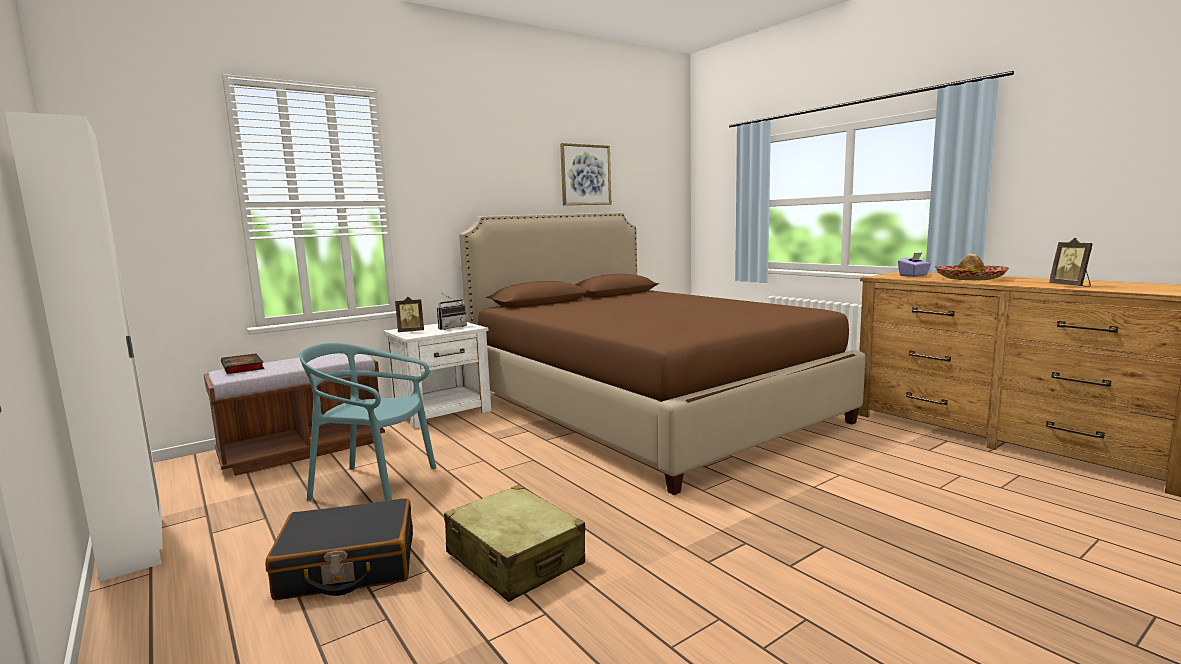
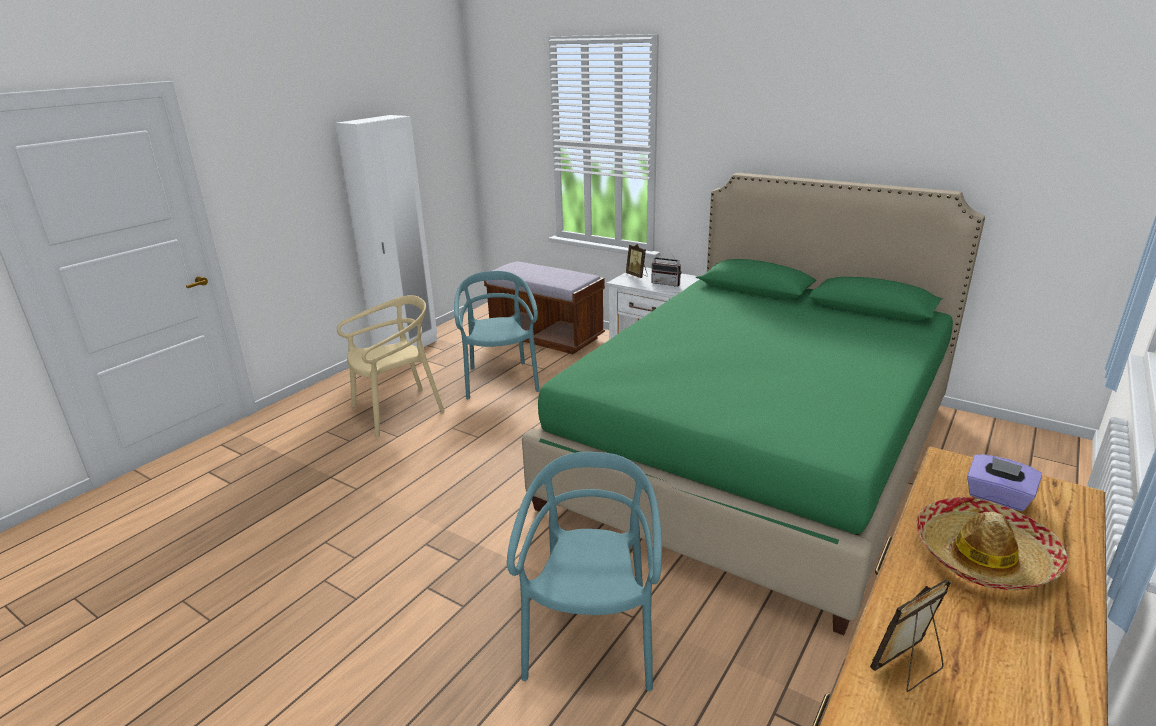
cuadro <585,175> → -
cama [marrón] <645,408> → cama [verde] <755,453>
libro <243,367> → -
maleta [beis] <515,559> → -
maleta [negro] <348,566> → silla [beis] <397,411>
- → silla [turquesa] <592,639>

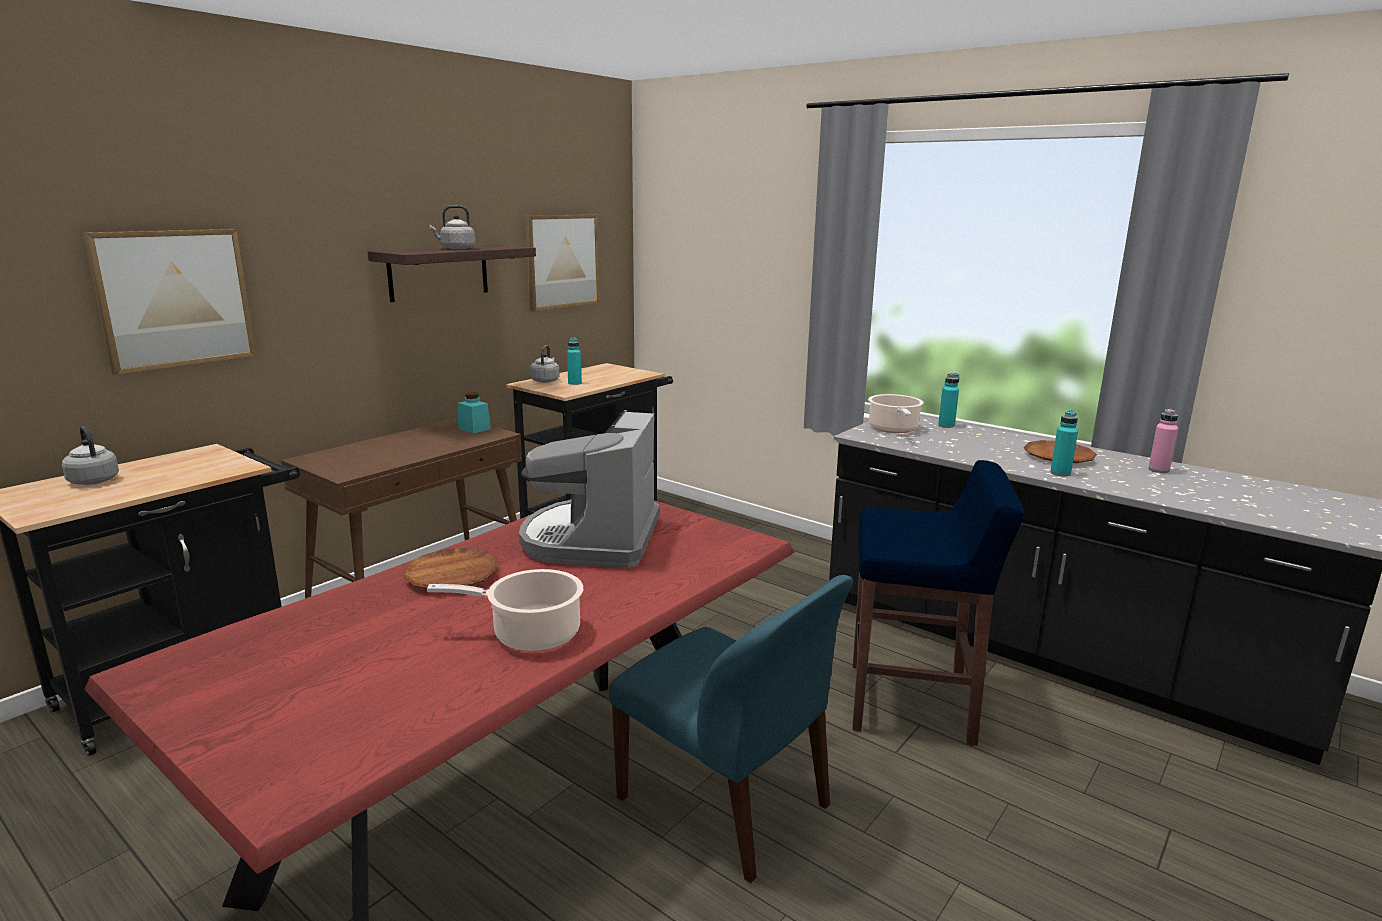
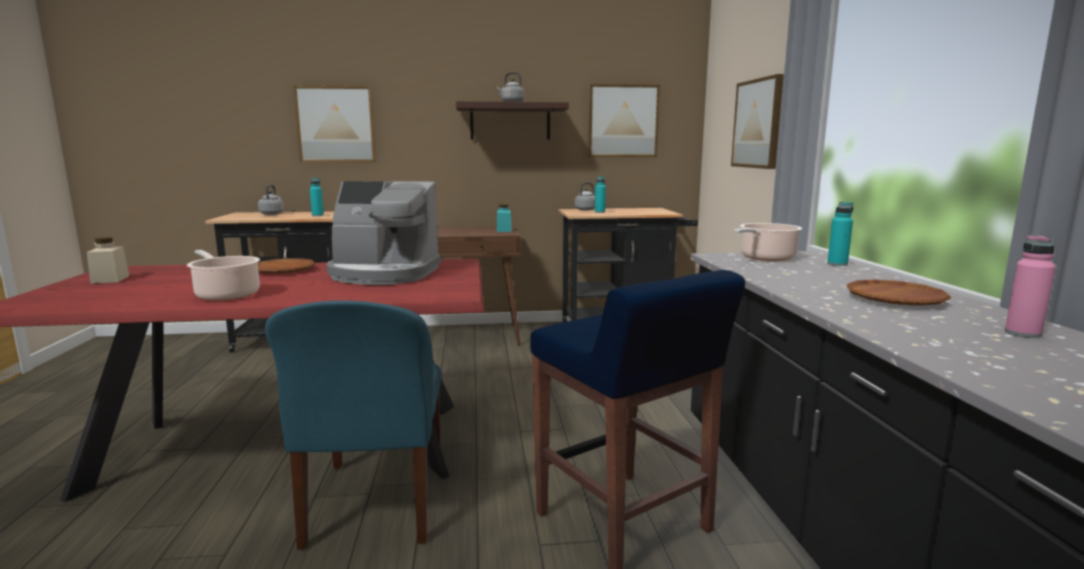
cafetera <592,540> → cafetera <384,274>, 135 degrees counterclockwise
botella [turquesa] <1060,473> → botella [turquesa] <317,215>, relocated
- → cuadro <758,124>
- → tarro [beis] <110,279>

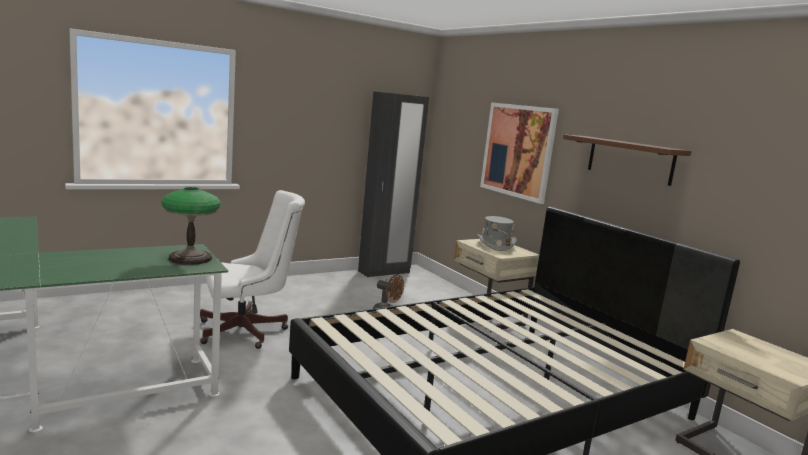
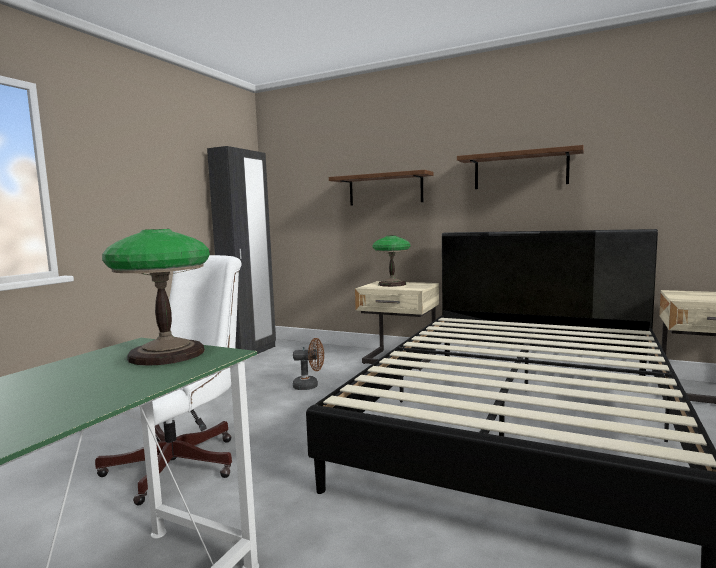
cuadro <518,151> → estante [marrón] <385,189>
sombrero [gris] <495,245> → lámpara de mesa <391,284>

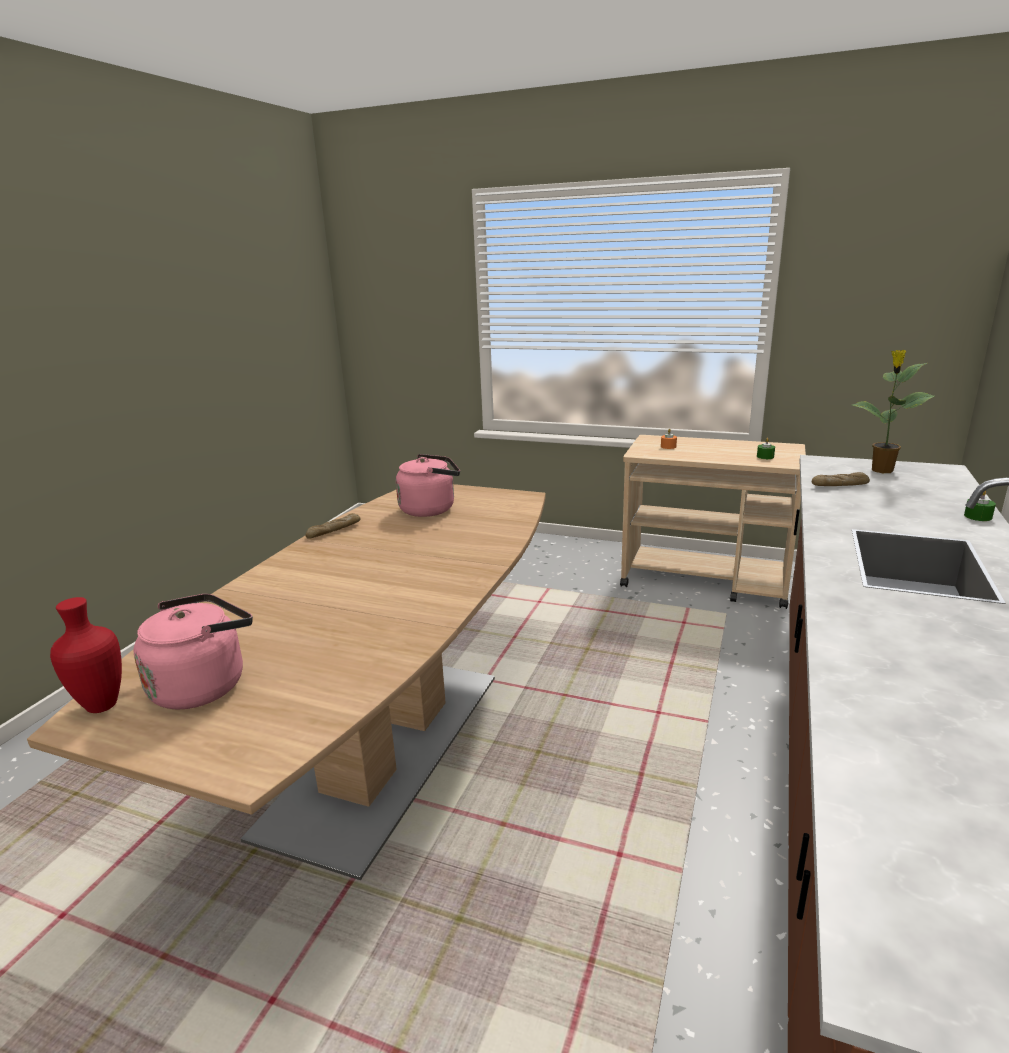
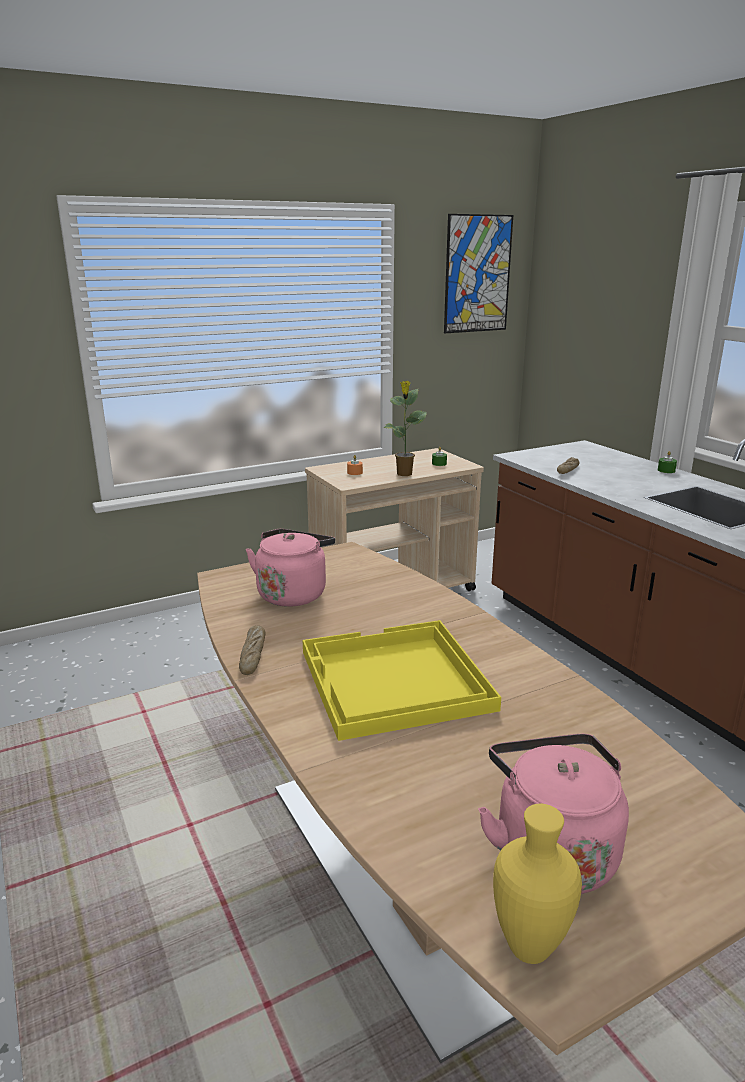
planta en maceta <881,470> → planta en maceta <404,474>, relocated
florero [rojo] <104,705> → florero [amarillo] <530,946>
- → cuadro <477,274>
- → bandeja [amarillo] <393,681>

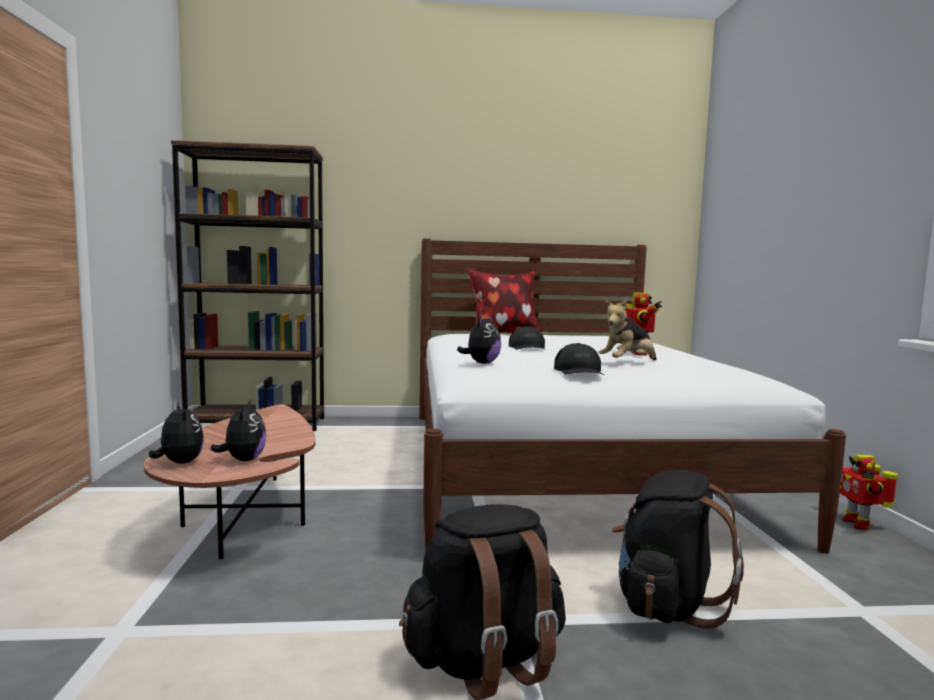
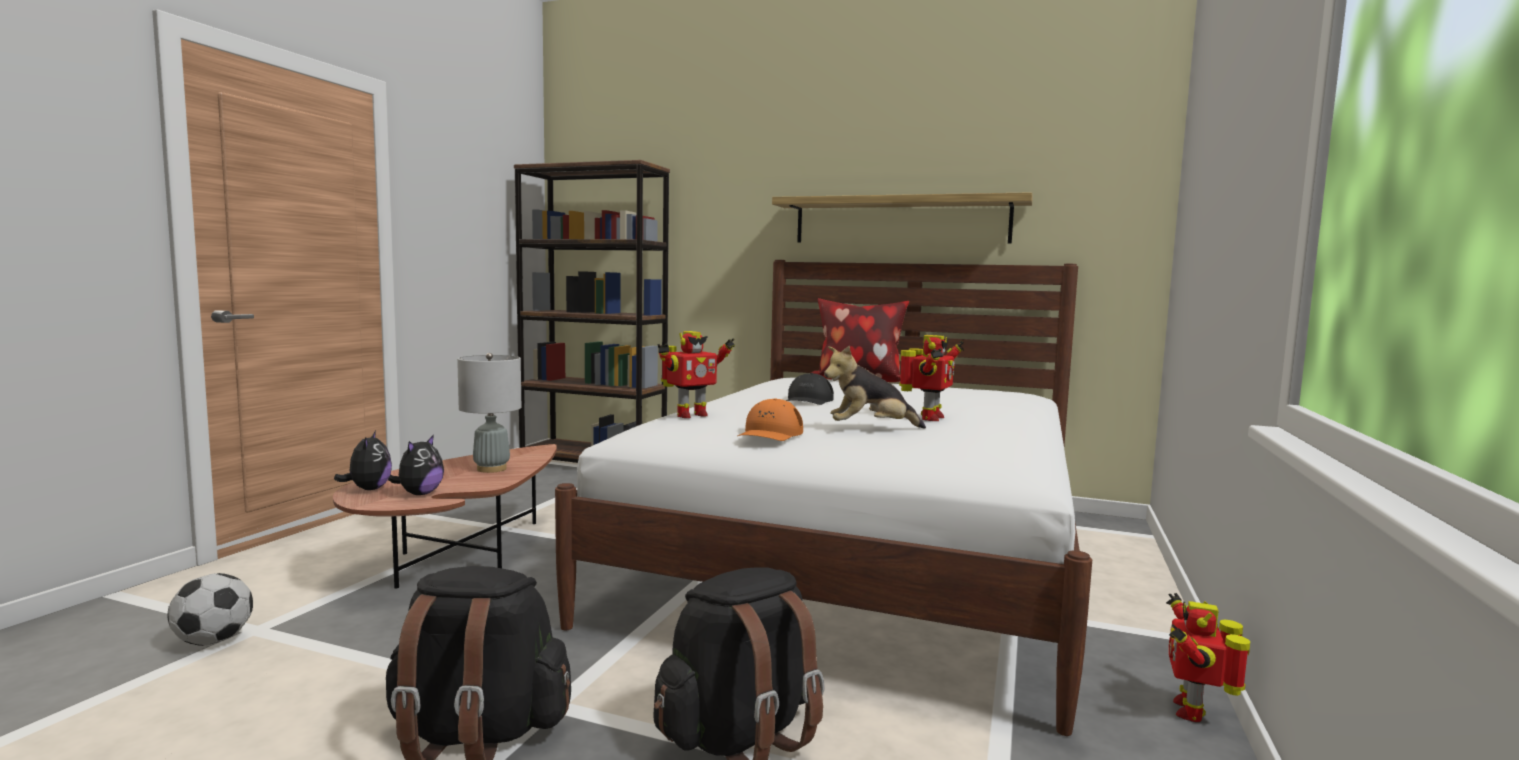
peluche <481,363> → robot de juguete <690,415>
gorra [negro] <579,371> → gorra [naranja] <770,434>
- → estante <900,221>
- → lámpara de mesa [gris] <491,469>
- → balón de fútbol <213,641>

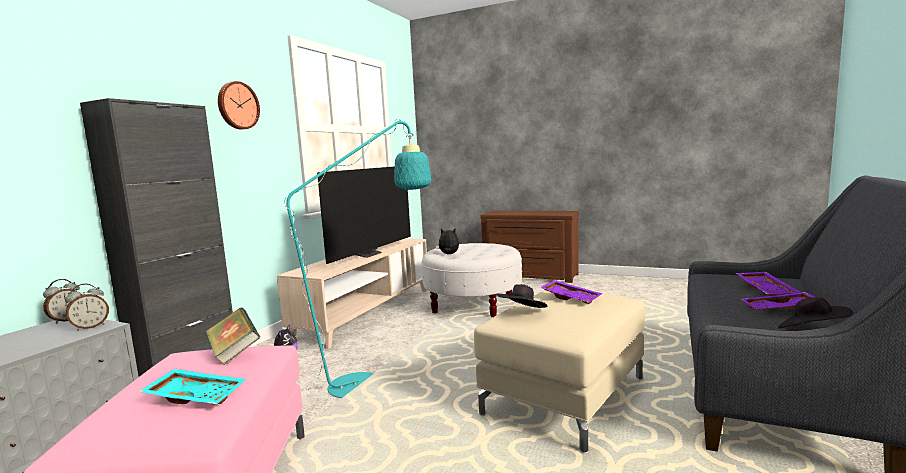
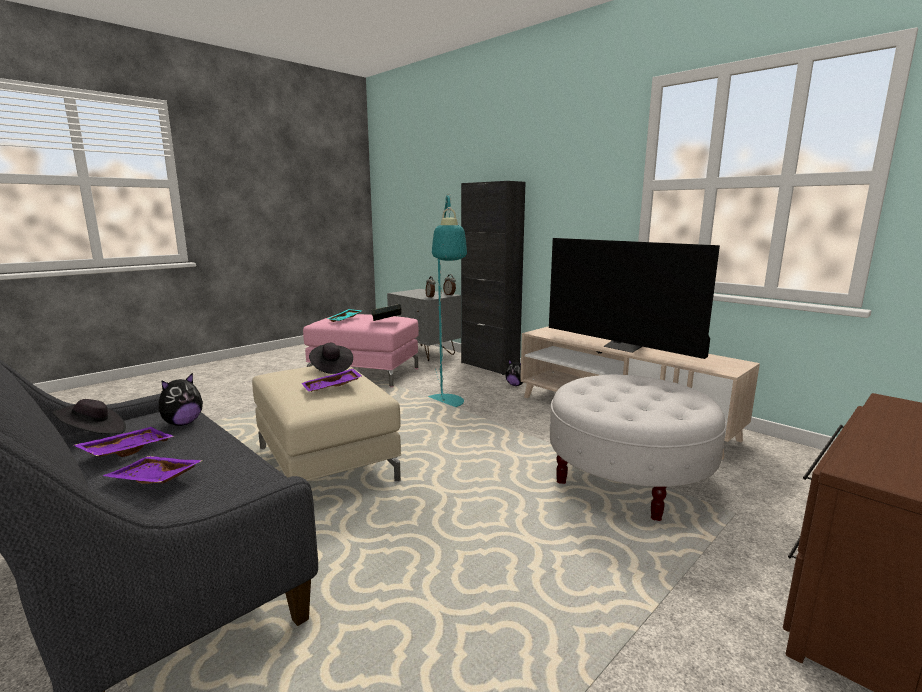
reloj de pared <237,105> → -
peluche <448,254> → peluche <182,423>, relocated

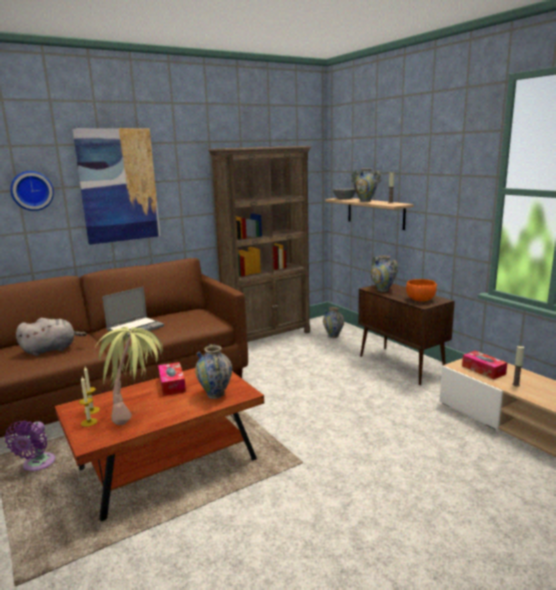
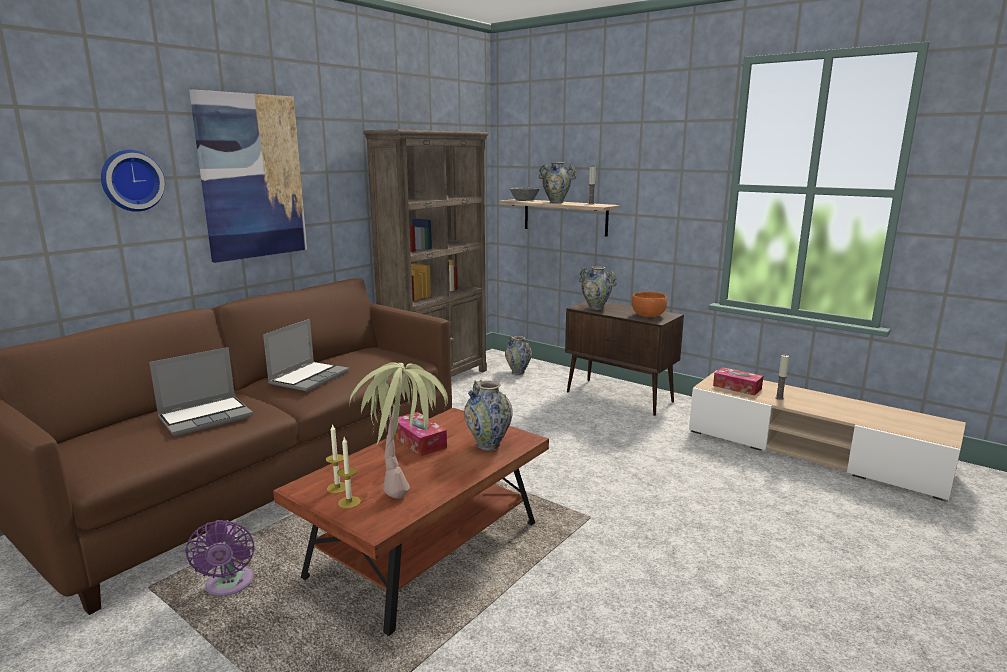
peluche [gris] <52,350> → portátil <206,417>

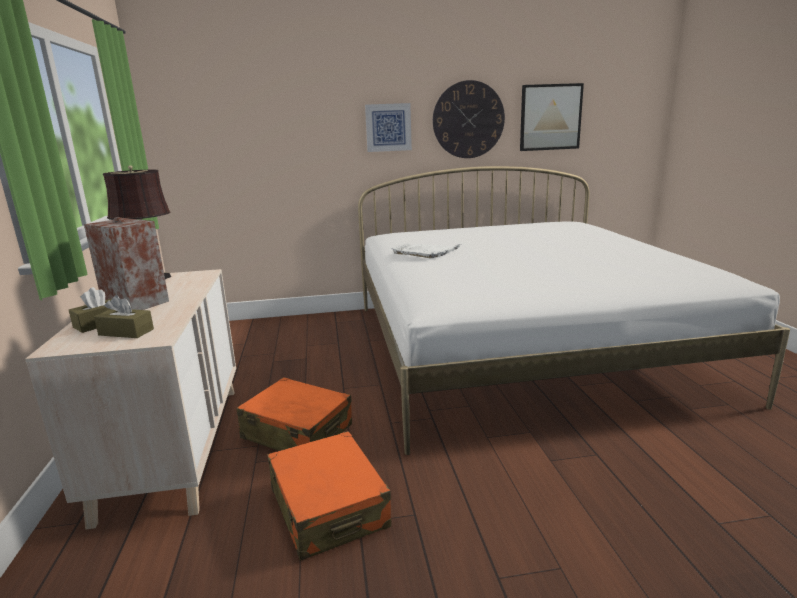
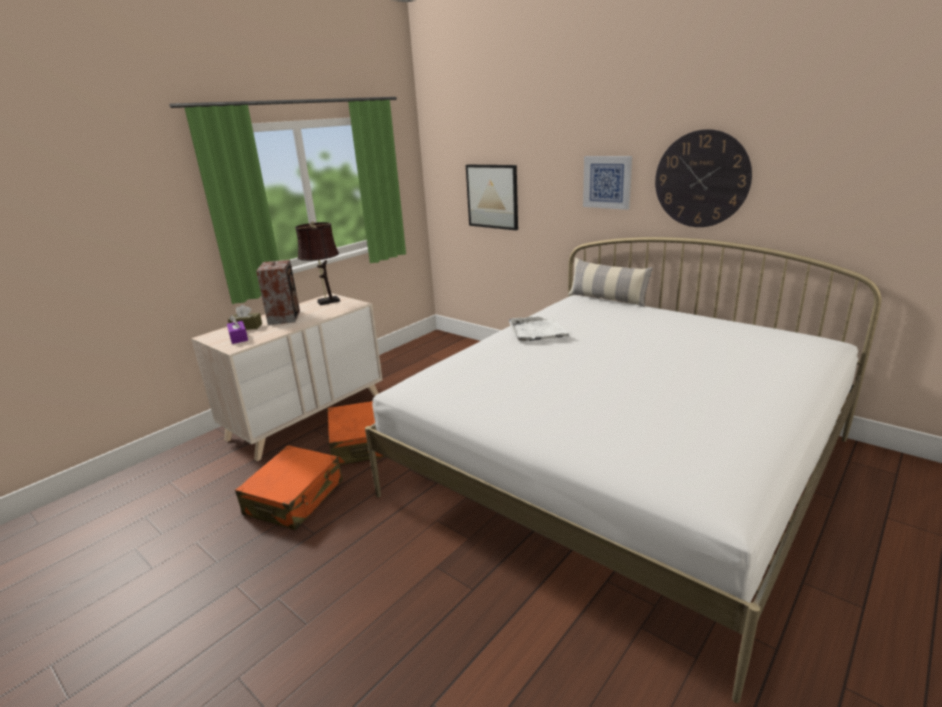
cuadro <550,117> → cuadro <492,196>, relocated
caja de pañuelos [marrón] <126,332> → caja de pañuelos [morado] <238,337>
- → cojín <607,299>

